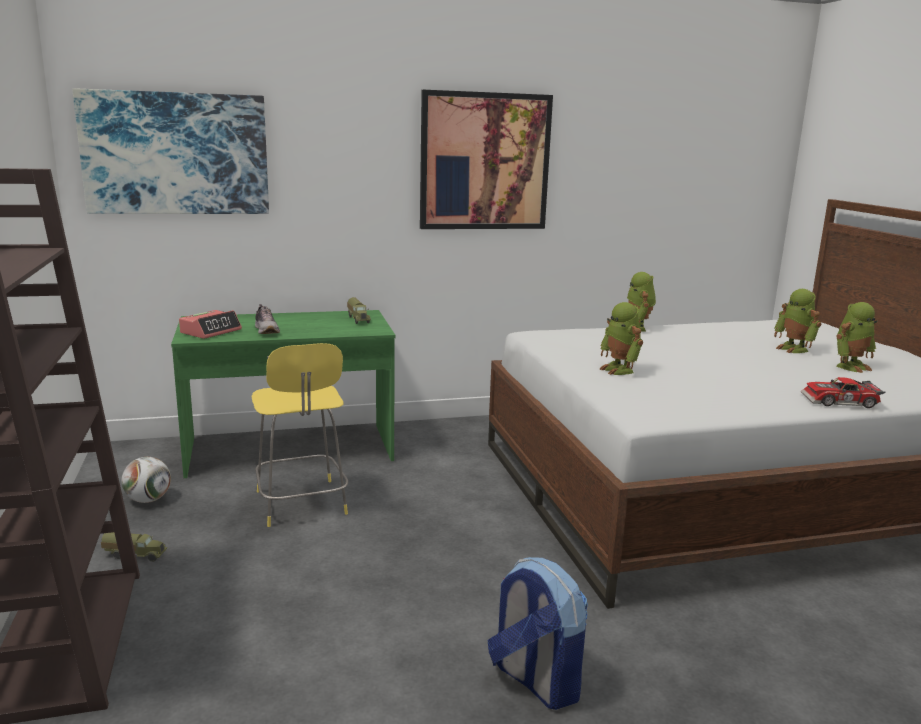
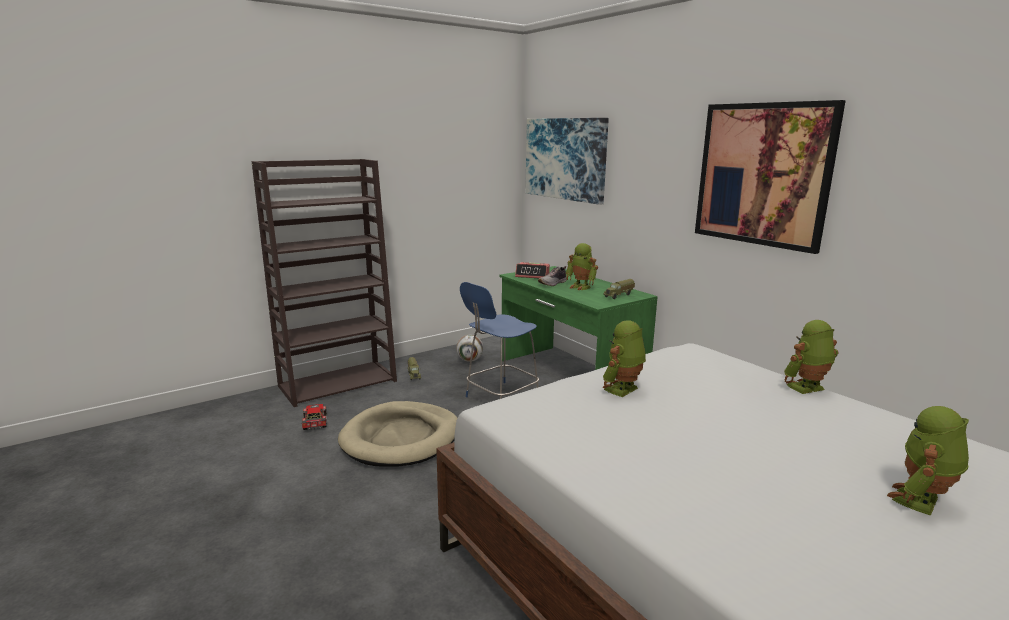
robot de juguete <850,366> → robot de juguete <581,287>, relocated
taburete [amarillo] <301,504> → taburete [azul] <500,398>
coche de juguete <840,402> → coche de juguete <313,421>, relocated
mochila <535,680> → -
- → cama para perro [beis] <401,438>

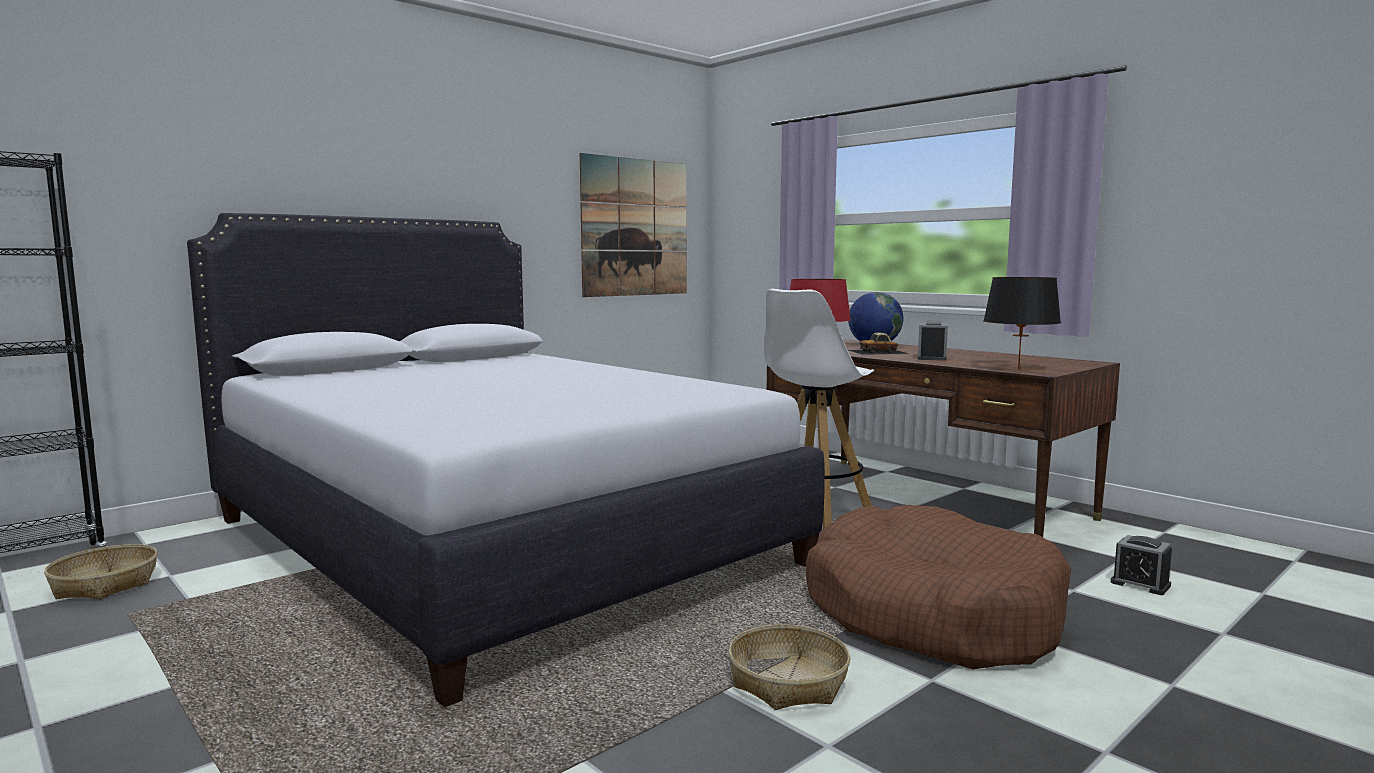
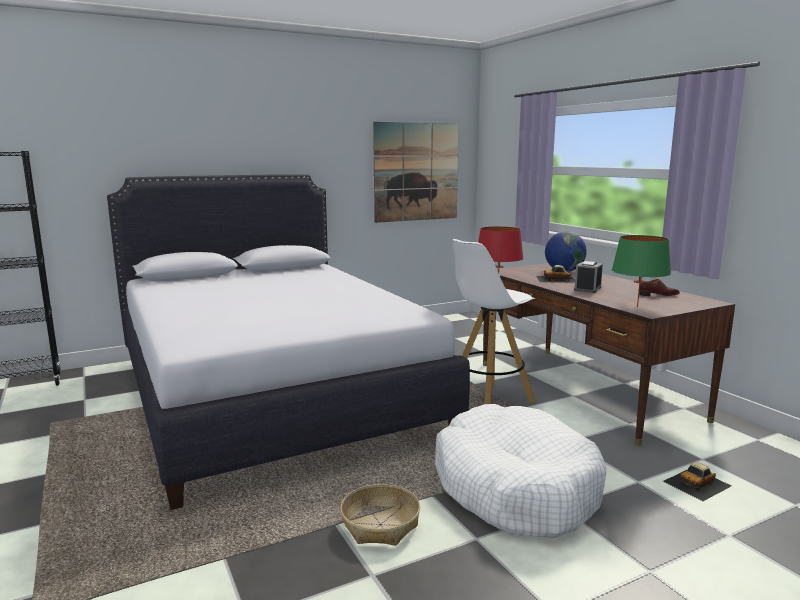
lámpara de mesa [negro] <1018,369> → lámpara de mesa [verde] <637,307>
cama para perro [marrón] <931,614> → cama para perro [blanco] <515,487>
despertador <1140,584> → coche de juguete <697,483>
cesta <105,584> → -
- → zapato [marrón] <659,295>

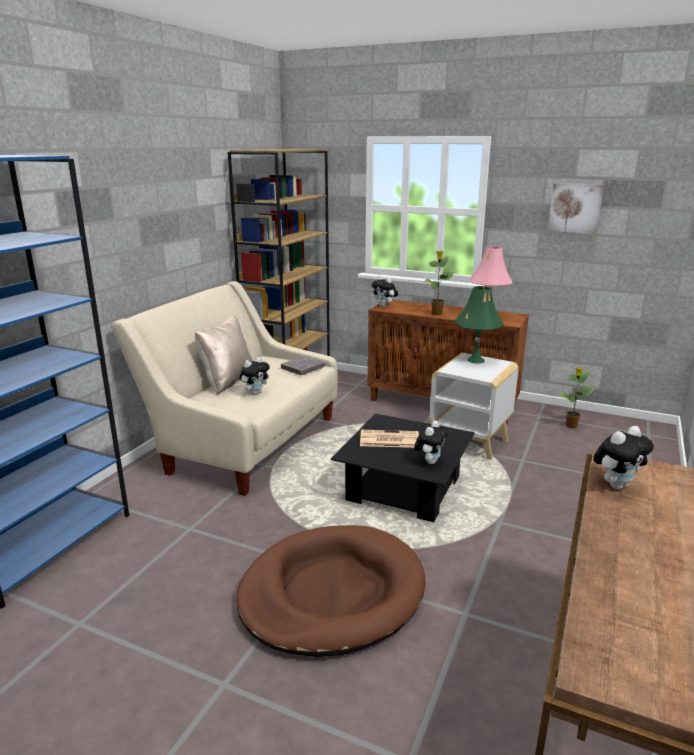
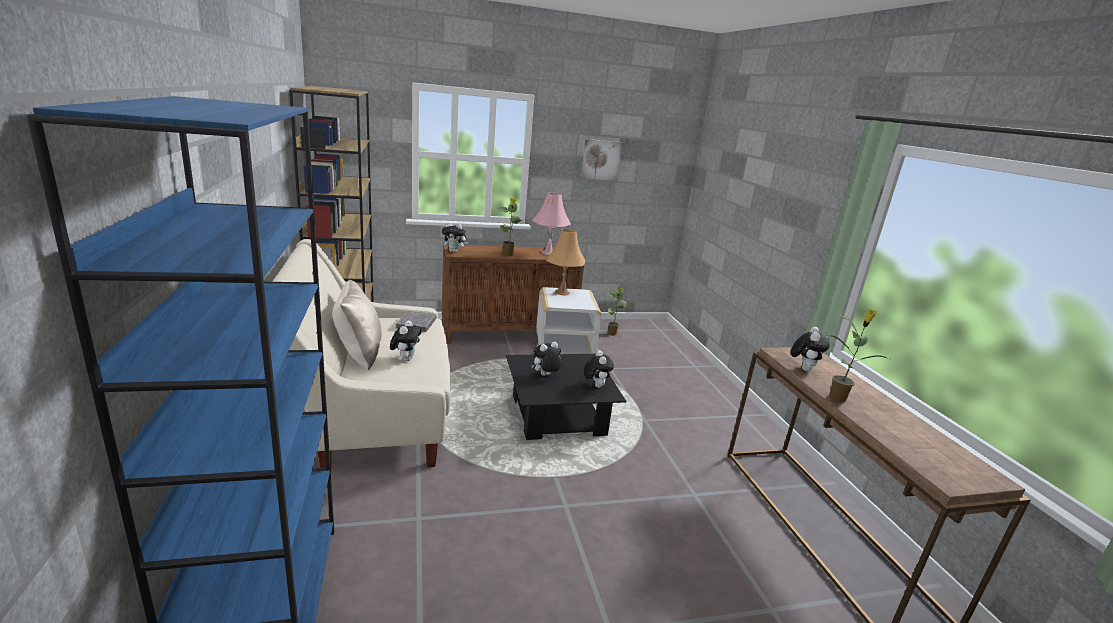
lámpara de mesa [verde] <475,360> → lámpara de mesa [naranja] <562,292>
periódico <388,440> → peluche <545,375>
cama para perro [marrón] <332,593> → -
- → planta en maceta <838,398>

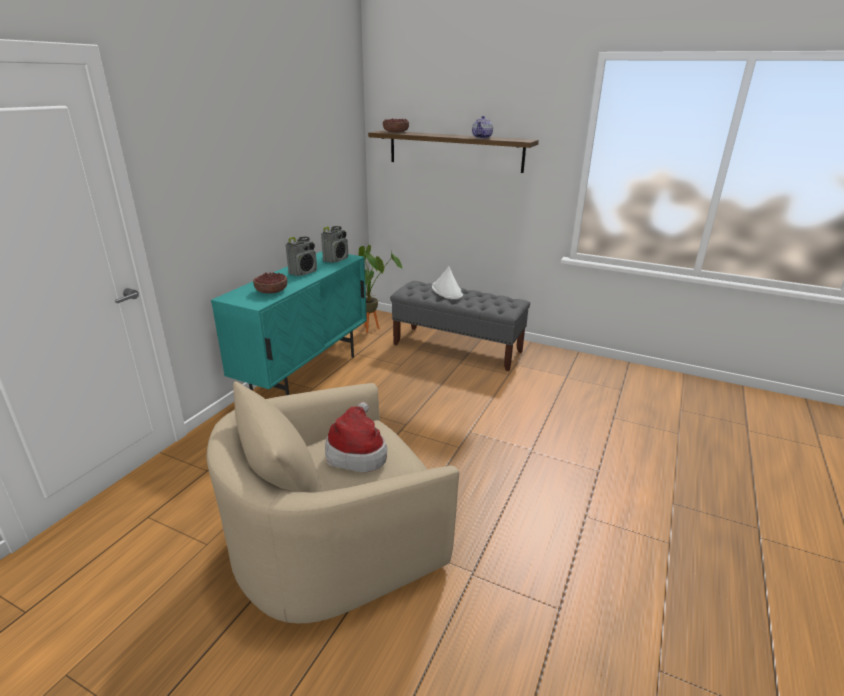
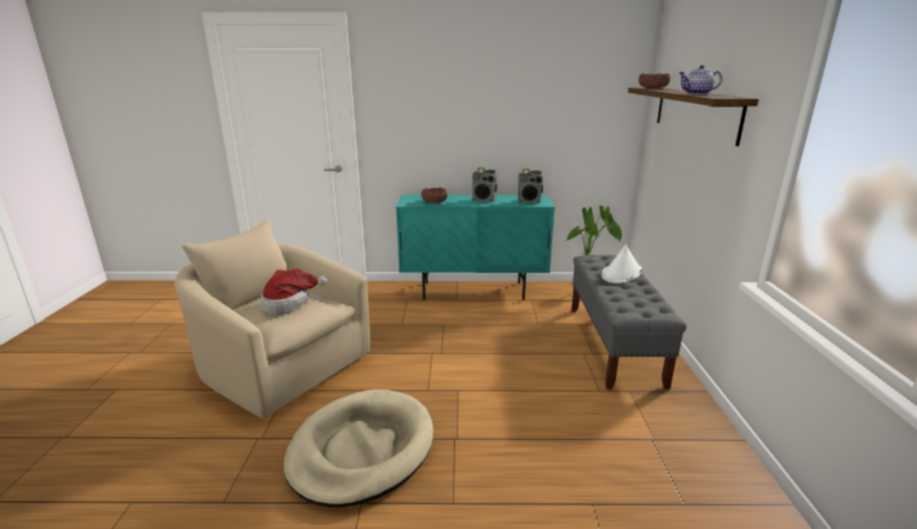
- → cama para perro [beis] <361,449>

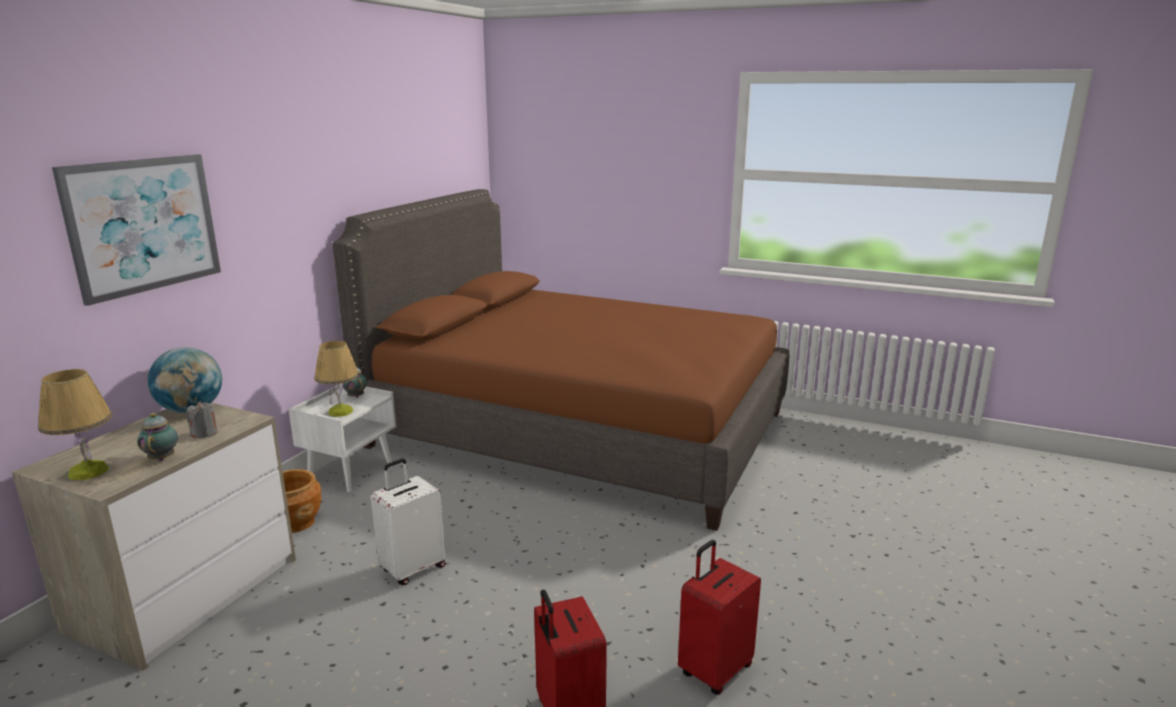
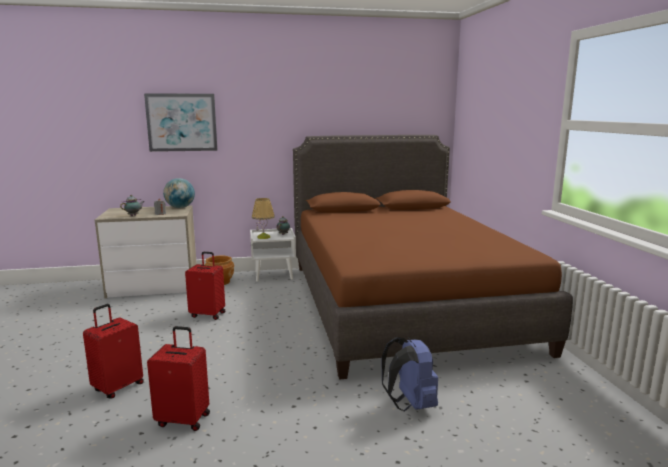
lámpara de mesa <88,471> → -
maleta [blanco] <412,568> → maleta [rojo] <208,314>
- → mochila [azul] <410,404>

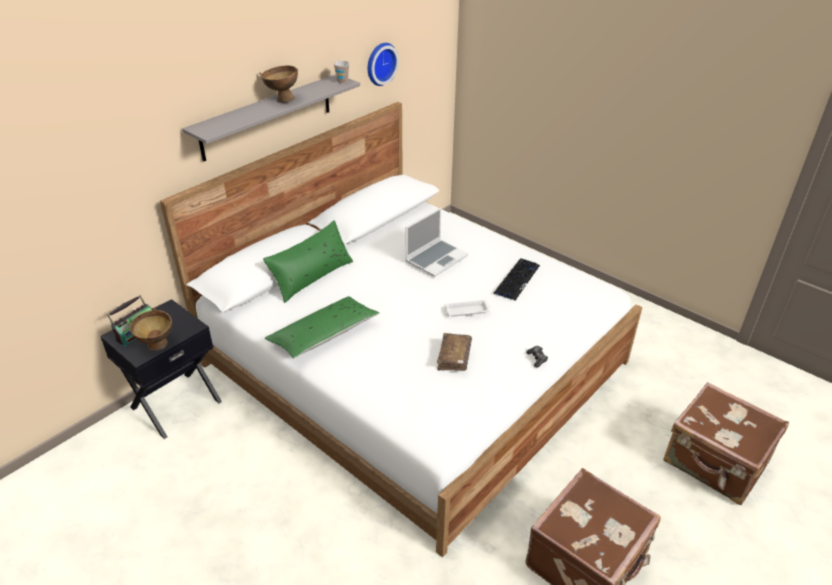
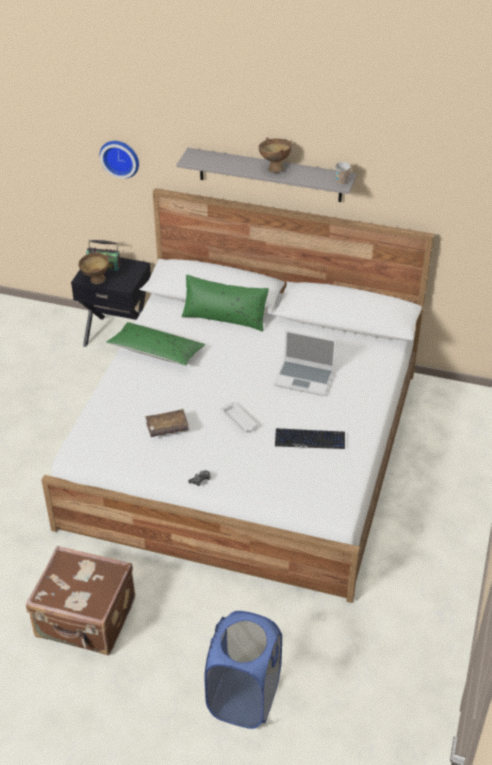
reloj de pared <380,63> → reloj de pared <120,157>, relocated
maleta [marrón] <715,463> → cesto de la ropa [azul] <244,698>

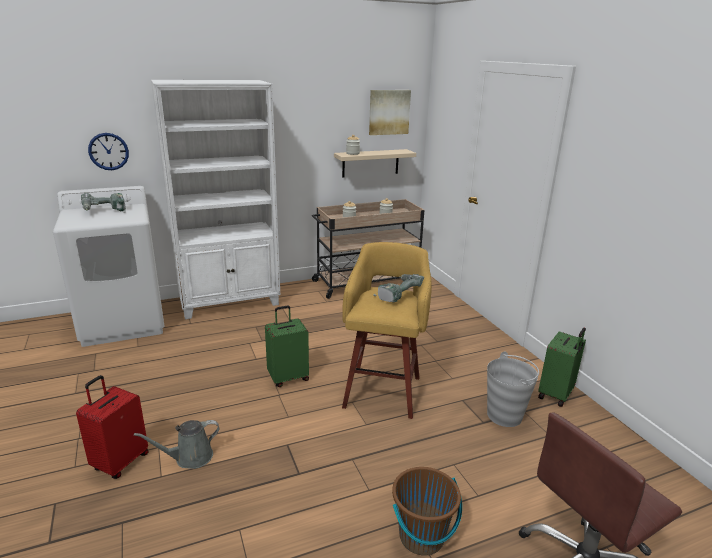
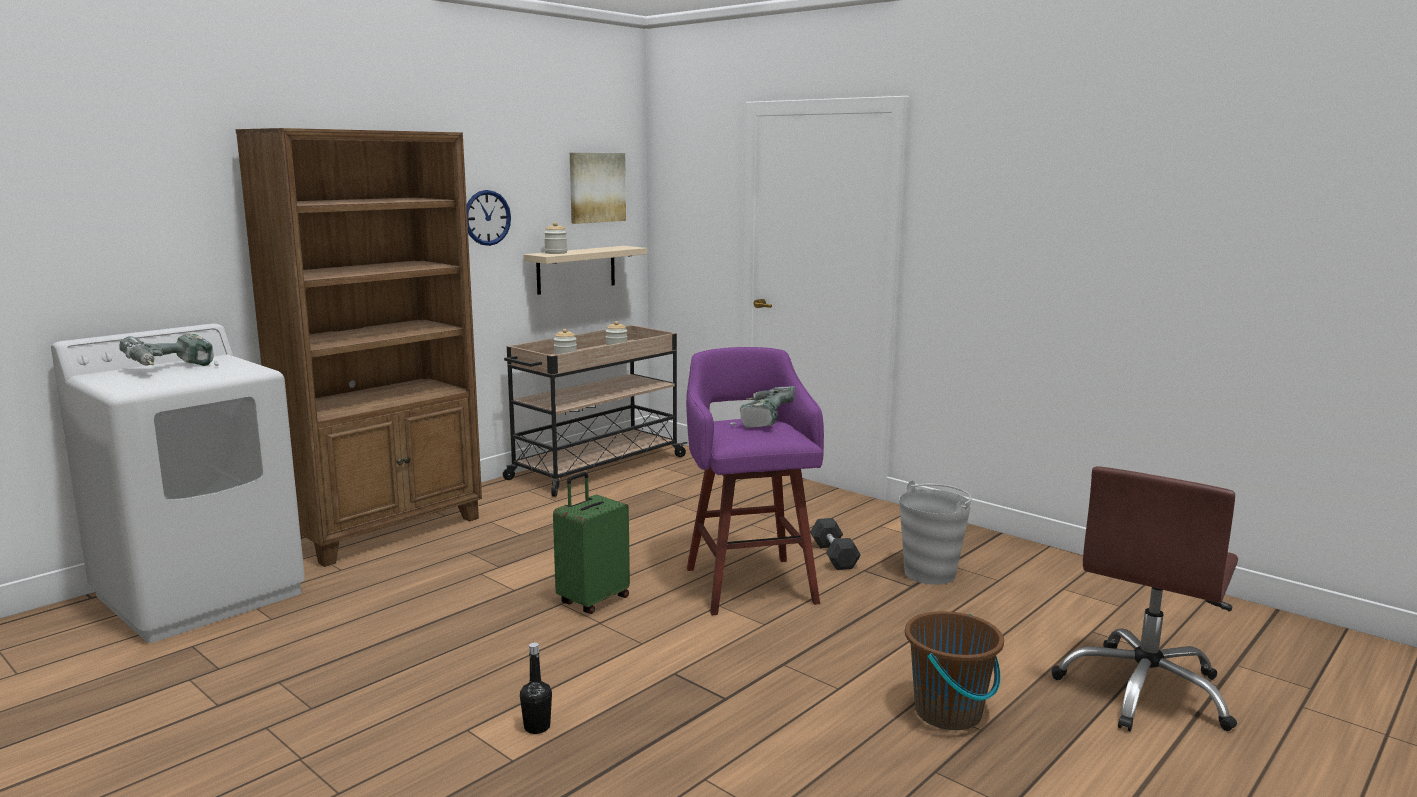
estantería [blanco] <230,302> → estantería [marrón] <387,530>
reloj de pared <108,151> → reloj de pared <487,217>, relocated
taburete [amarillo] <383,390> → taburete [morado] <749,583>
maleta [verde] <556,395> → -
maleta [rojo] <120,462> → -
regadera [gris] <190,458> → botella [negro] <537,727>
- → mancuerna [gris] <834,555>

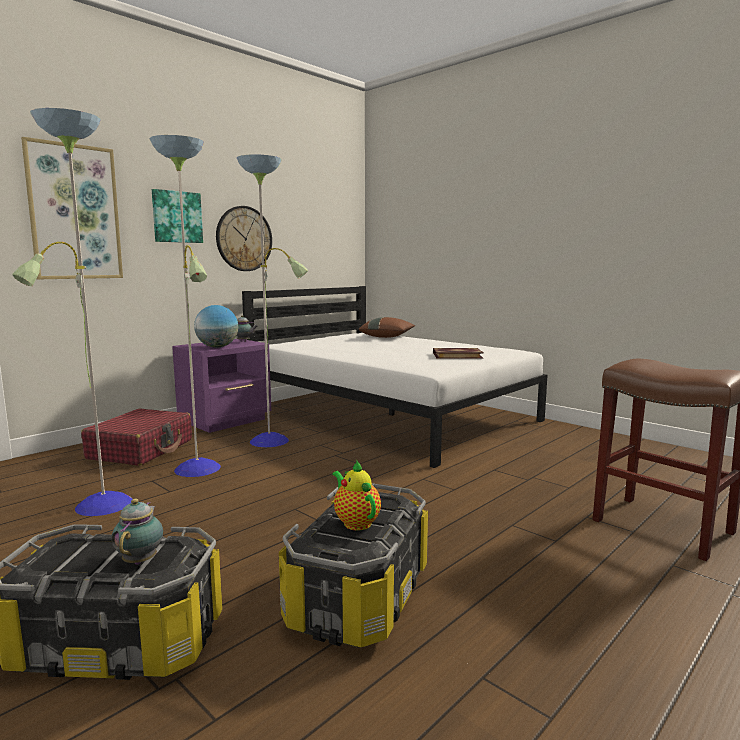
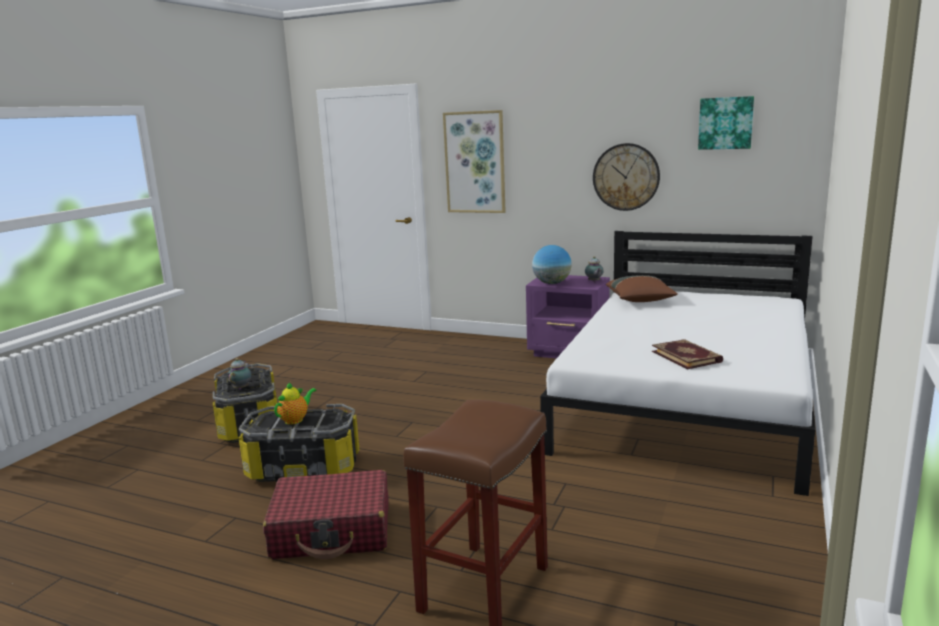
lámpara de pie <199,469> → -
cuadro <176,217> → cuadro <725,123>, relocated
cojín [marrón] <387,337> → cojín [marrón] <640,300>, relocated
maleta [rojo] <141,449> → maleta [rojo] <332,531>, relocated
tetera <141,560> → tetera <242,388>, 60 degrees counterclockwise

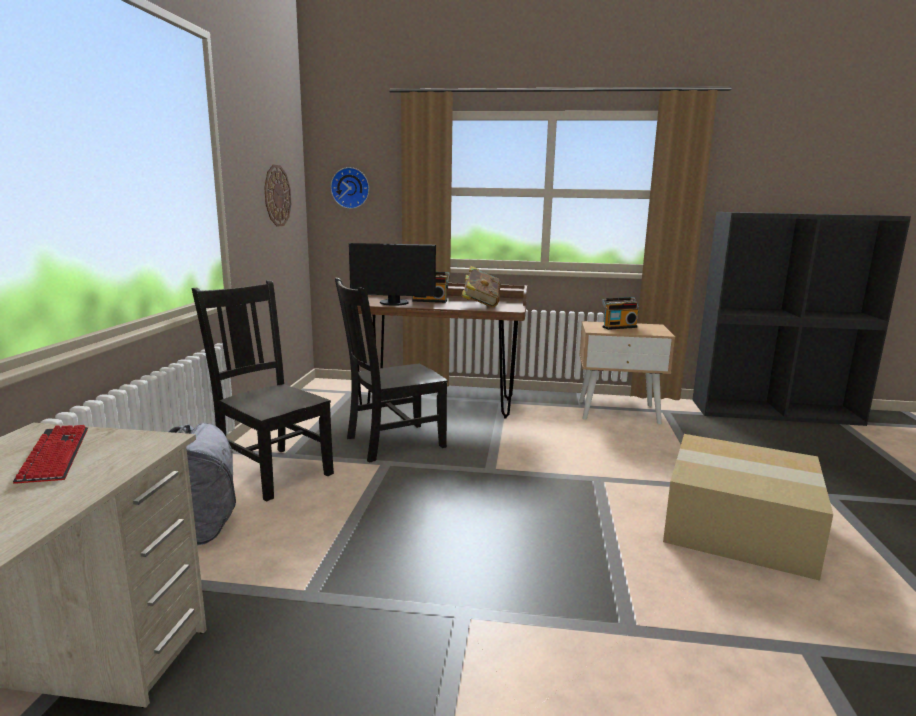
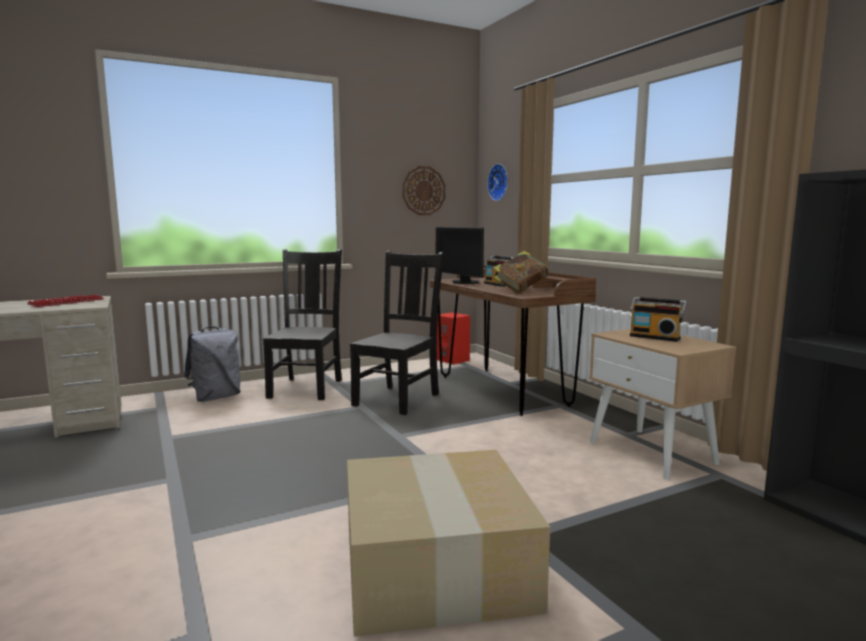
silla [negro] <392,442> → silla [negro] <398,399>, 90 degrees clockwise
- → altavoz [rojo] <453,360>

